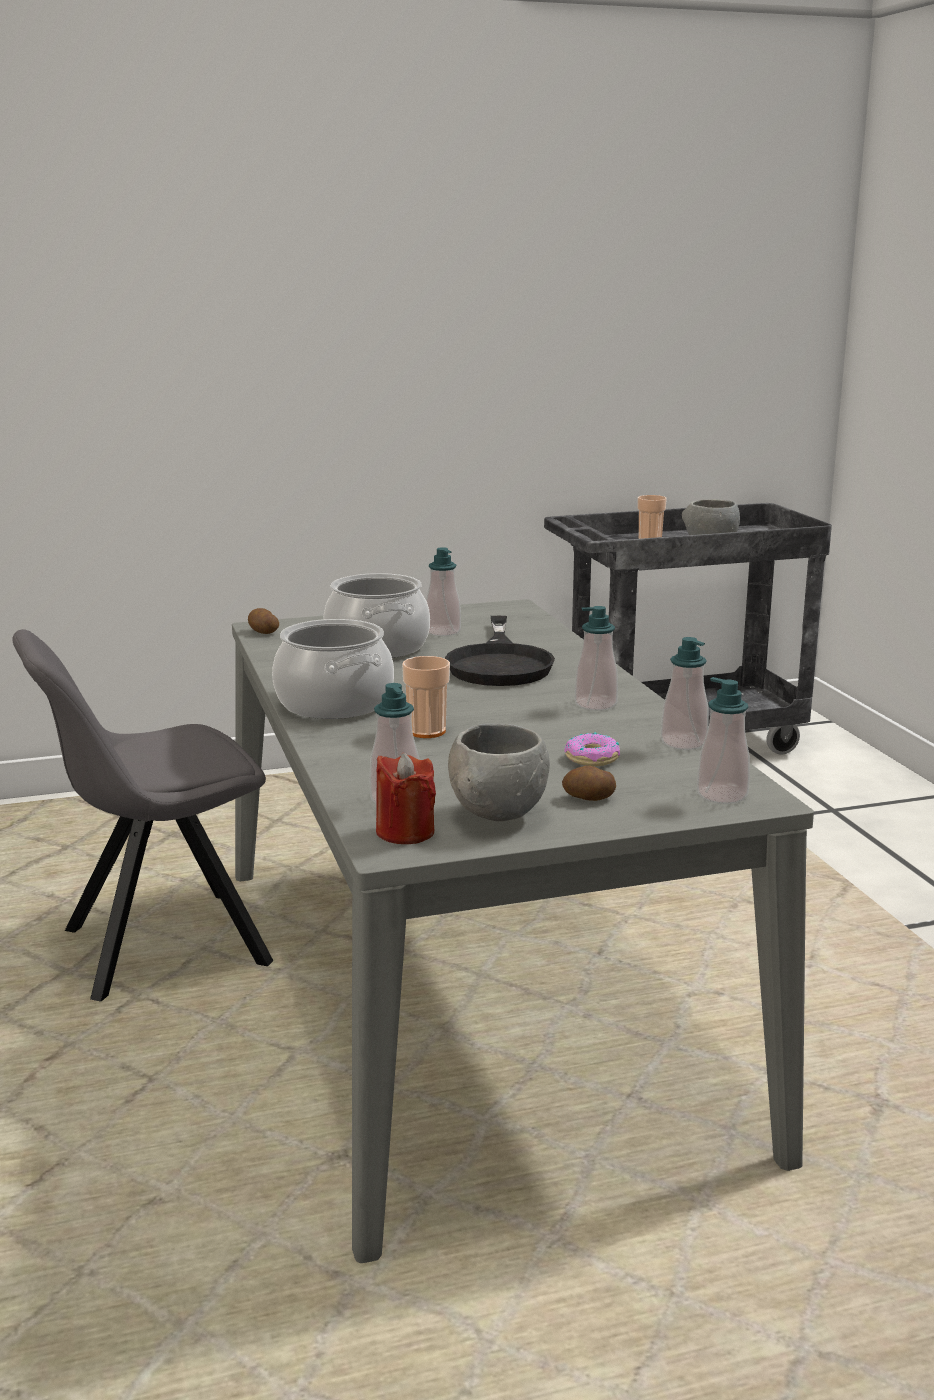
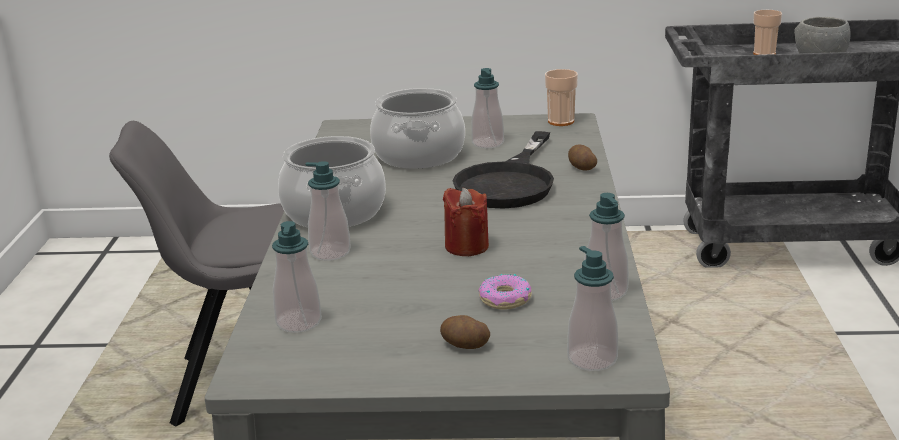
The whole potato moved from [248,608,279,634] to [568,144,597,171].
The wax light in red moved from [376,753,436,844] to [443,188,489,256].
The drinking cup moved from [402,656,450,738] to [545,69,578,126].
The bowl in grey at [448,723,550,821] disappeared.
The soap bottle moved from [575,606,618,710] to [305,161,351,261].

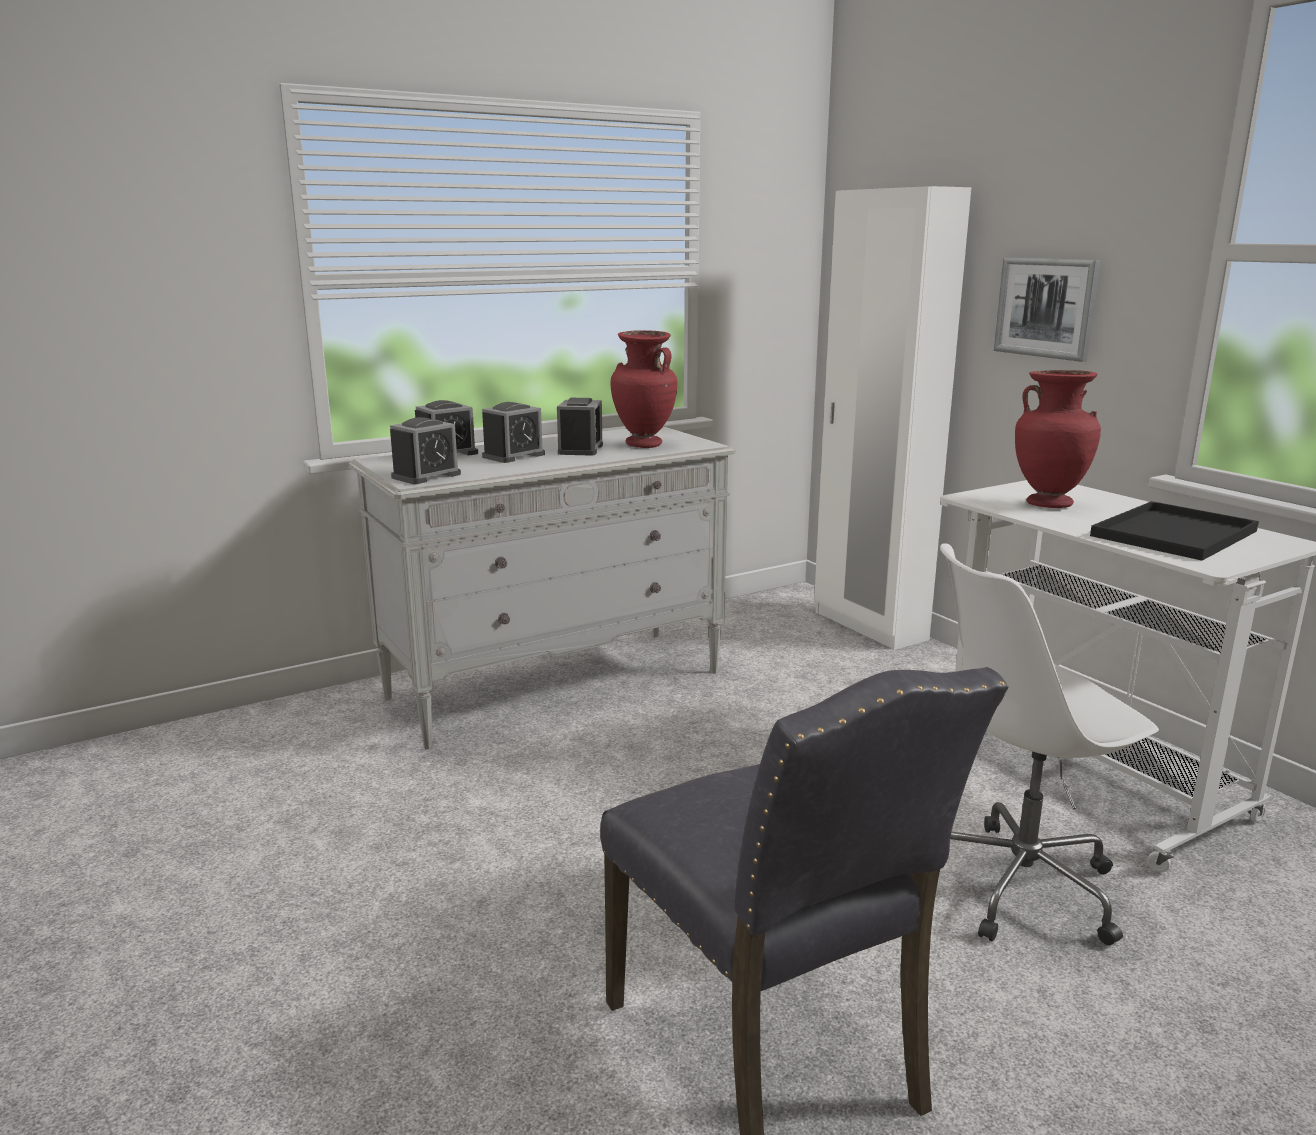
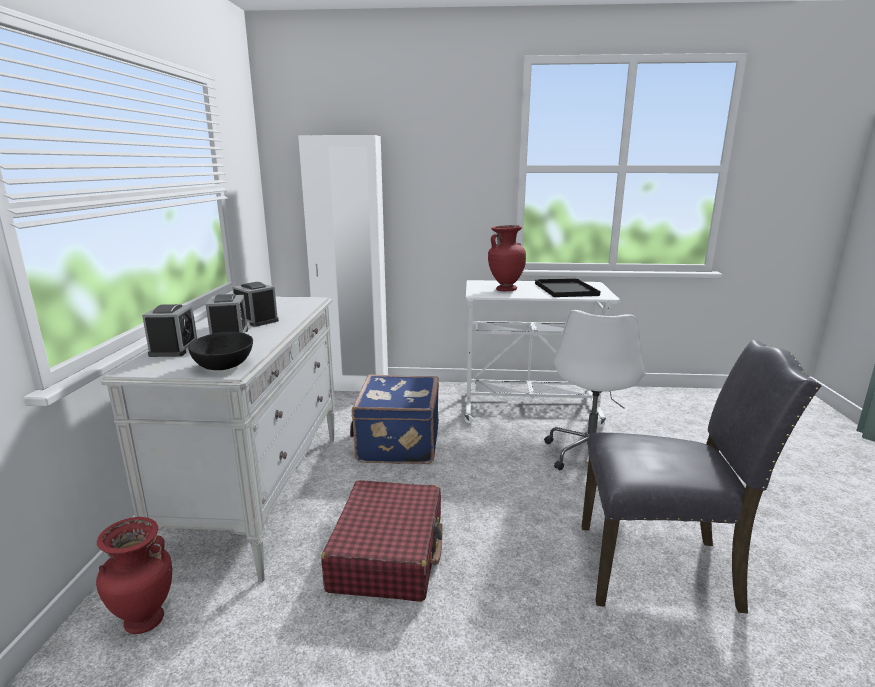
The table clock at [390,417,461,484] was replaced by the bowl in blackish at [188,332,253,370].
The vase in red moved from [610,330,677,448] to [96,517,172,634].
The picture at [994,257,1100,362] disappeared.
The piece of luggage in red at [321,480,443,602] appeared.
The piece of luggage in blue at [350,375,439,464] appeared.

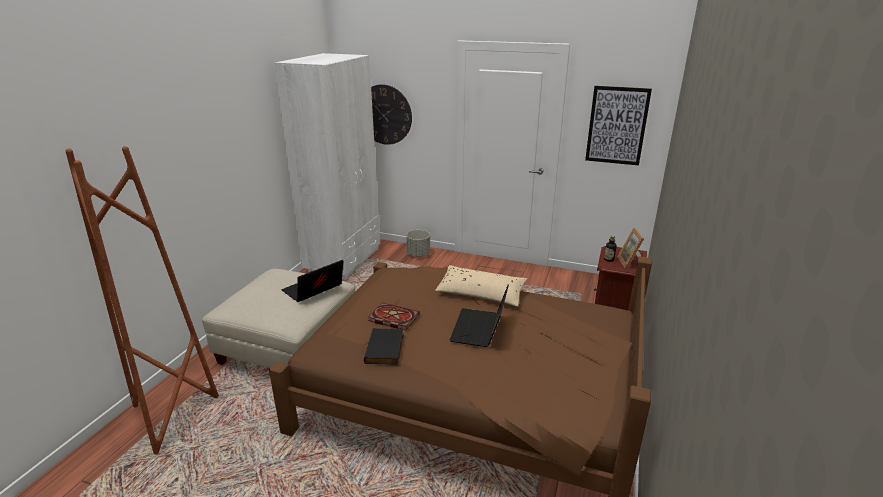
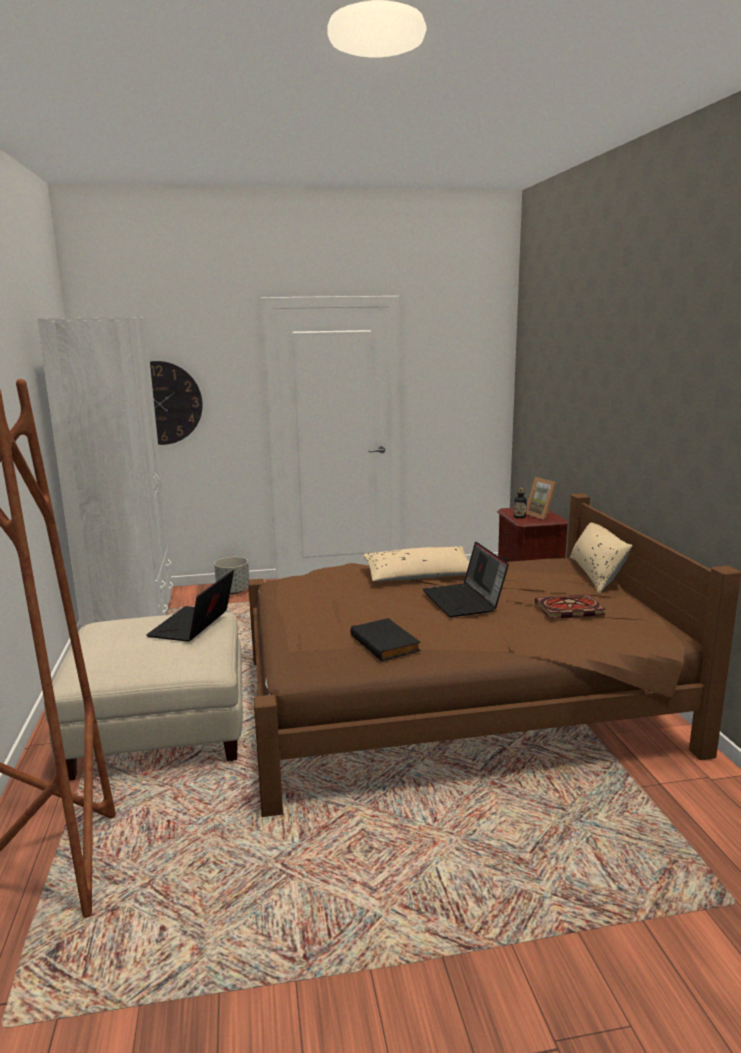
The book moved from [368,303,420,330] to [535,594,606,619].
The picture at [585,86,652,166] disappeared.
The pillow in sand-coloured at [570,522,633,594] appeared.

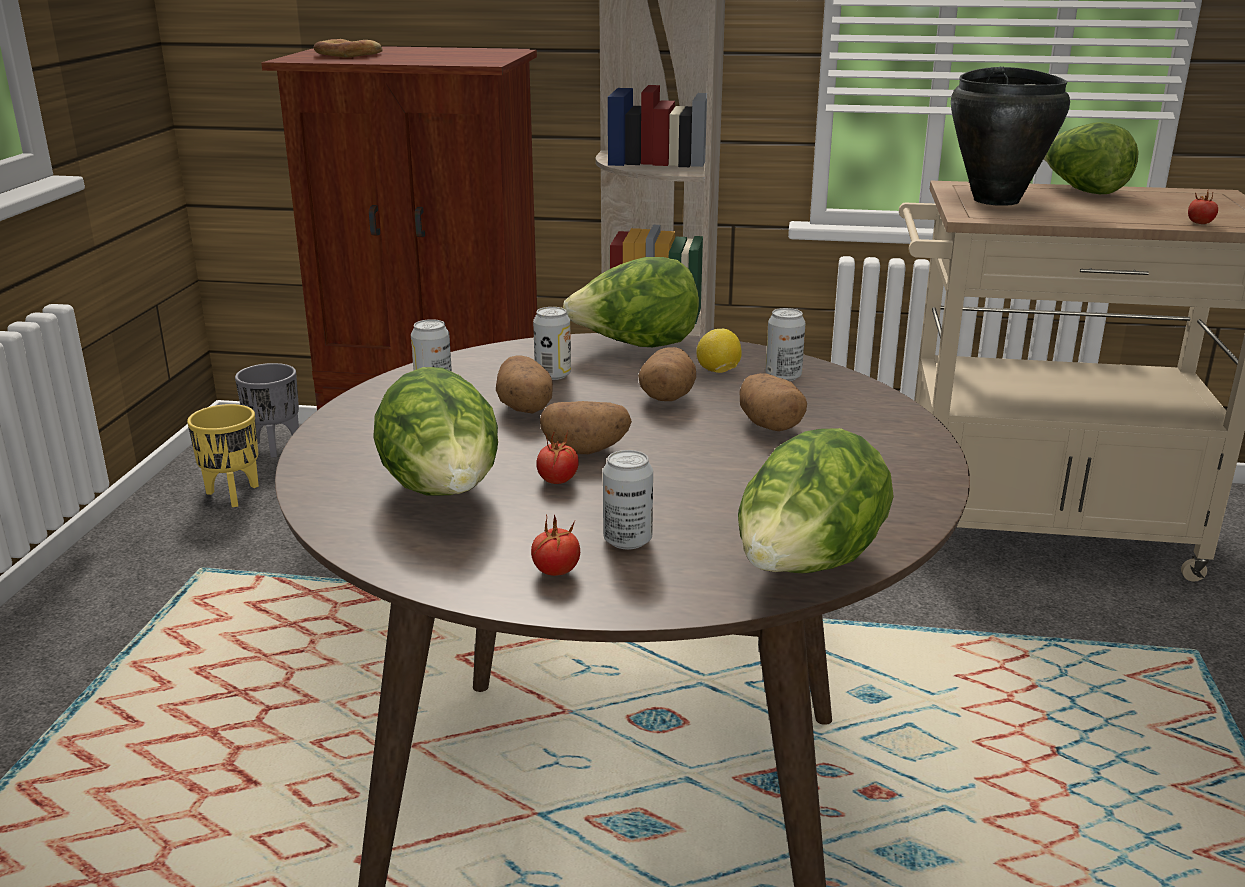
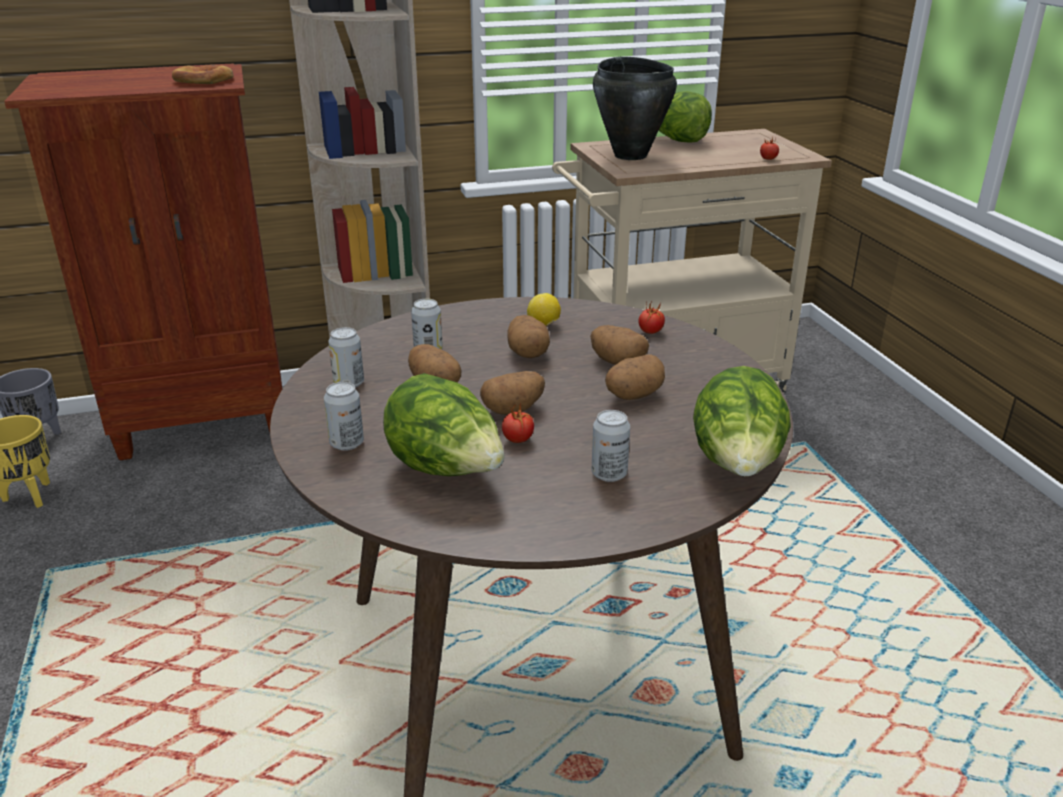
The bakery bread moved from [313,39,383,58] to [172,65,234,84].
The tomato moved from [531,514,580,576] to [638,301,665,334].
The lettuce head at [563,257,699,347] disappeared.
The can moved from [766,308,805,381] to [324,382,364,451].
The whole potato at [605,354,665,400] appeared.

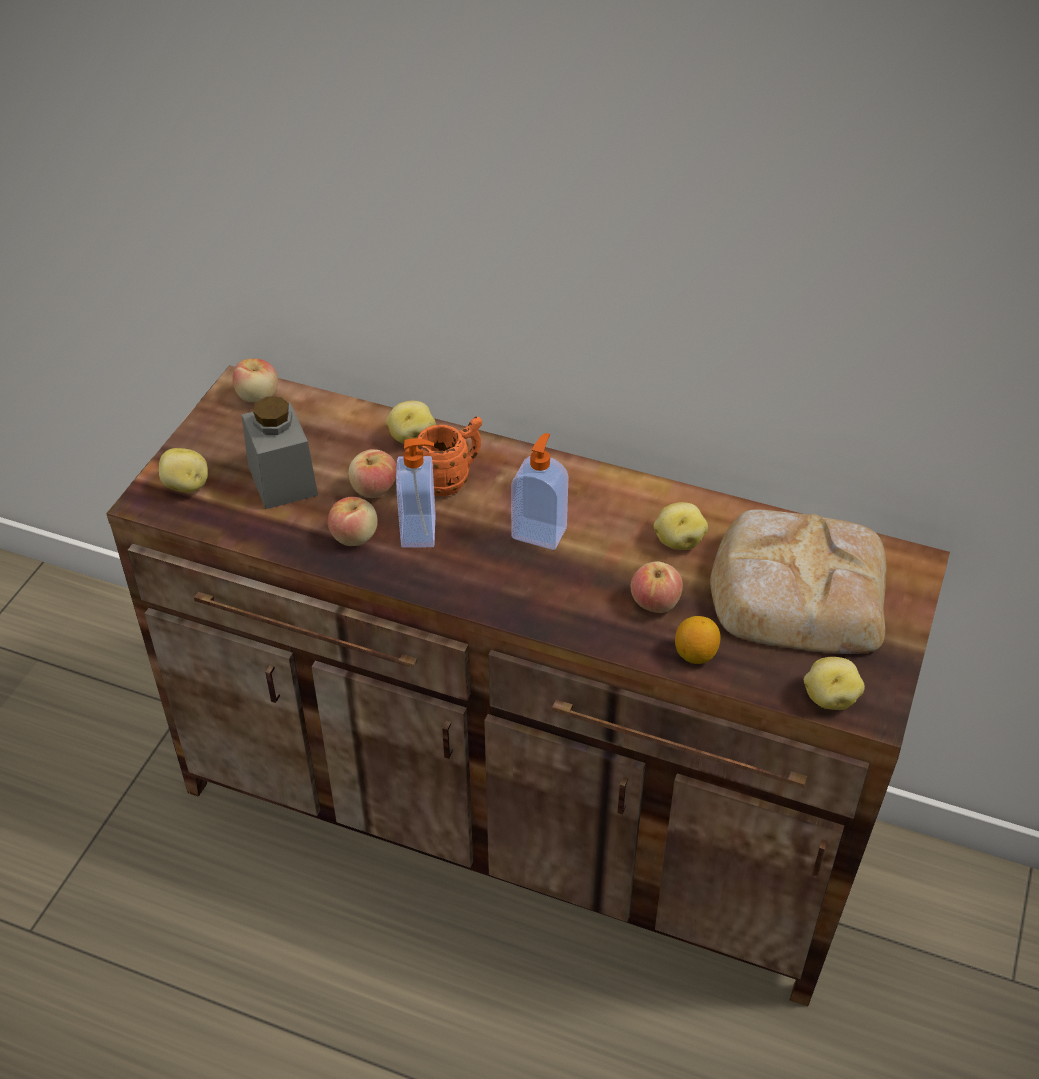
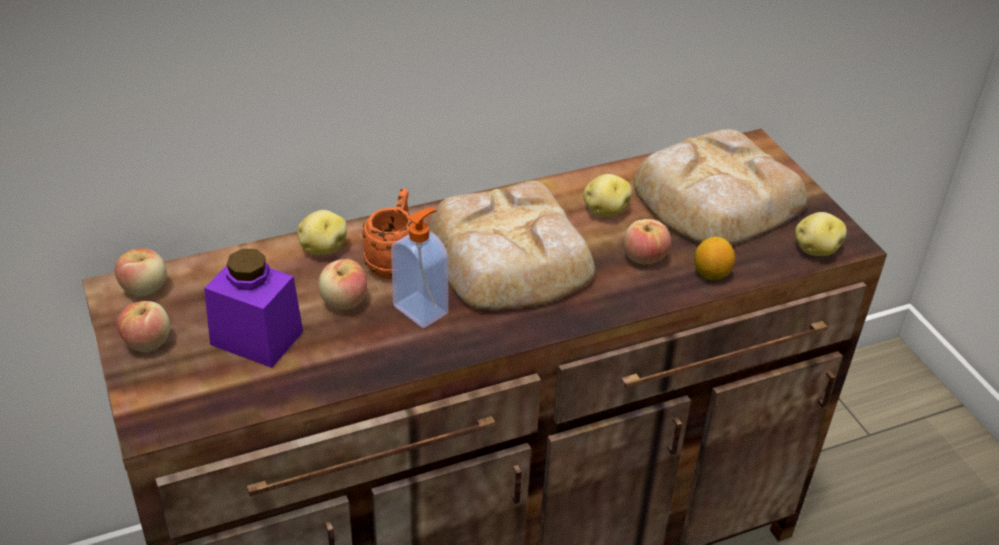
The whole potato at [159,448,208,493] disappeared.
The storage jar in grey at [241,397,318,509] became the storage jar in purplish at [204,249,303,368].
The apple moved from [328,497,378,546] to [117,301,170,352].
The soap bottle at [511,433,569,550] was replaced by the bakery bread at [429,181,595,310].

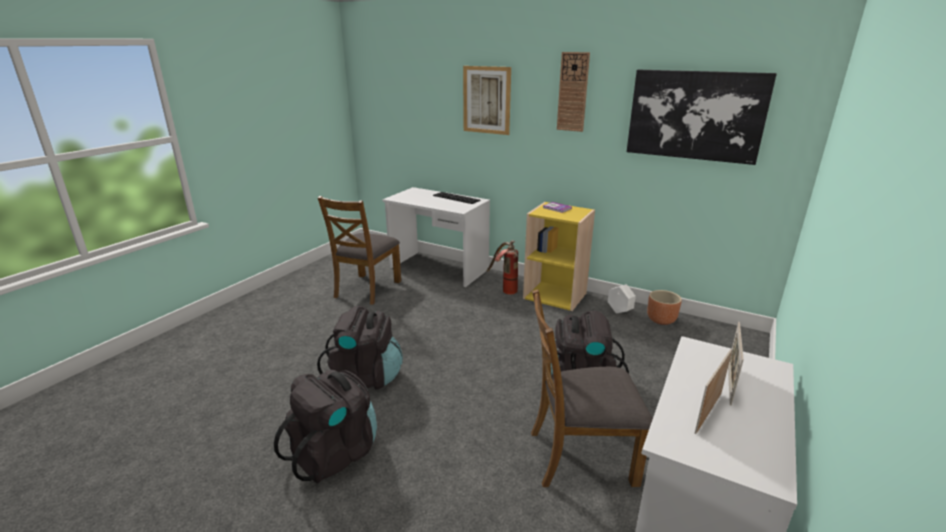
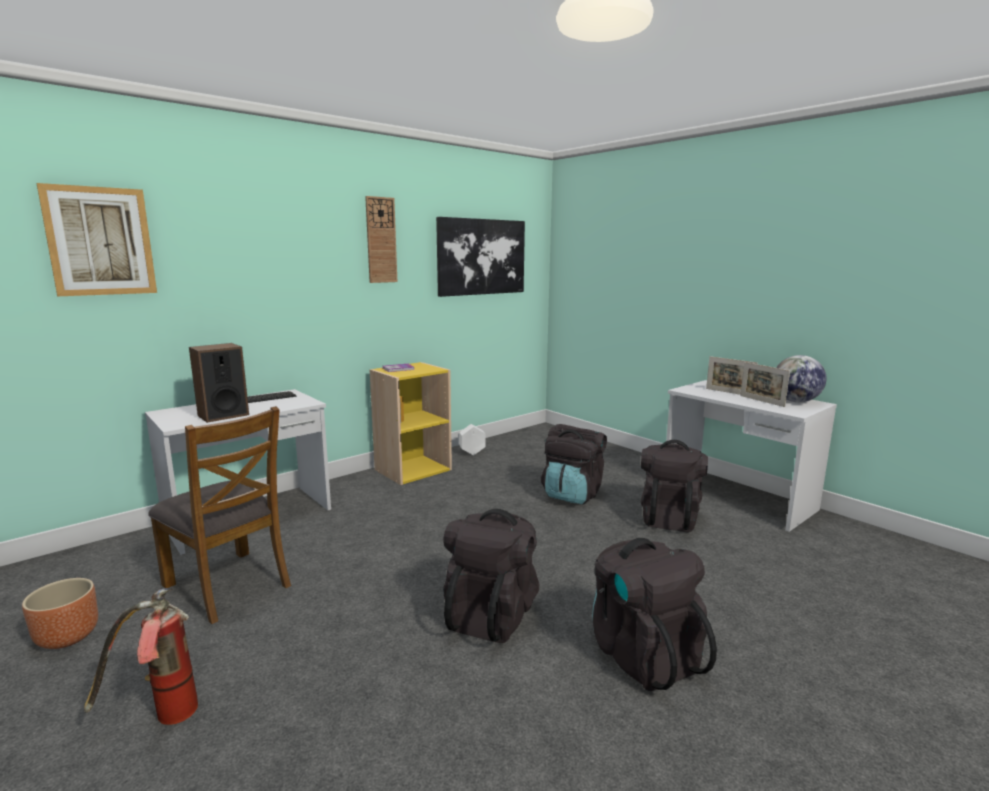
The picture moved from [463,66,511,135] to [37,183,157,296].
The fire extinguisher moved from [487,241,518,294] to [84,588,198,725].
The upright chair in brown at [531,289,653,487] was replaced by the rucksack in blackish at [641,440,708,532].
The plant pot in brown moved from [647,290,682,325] to [22,578,98,649].
The loudspeaker at [189,343,249,423] appeared.
The globe at [776,355,827,402] appeared.

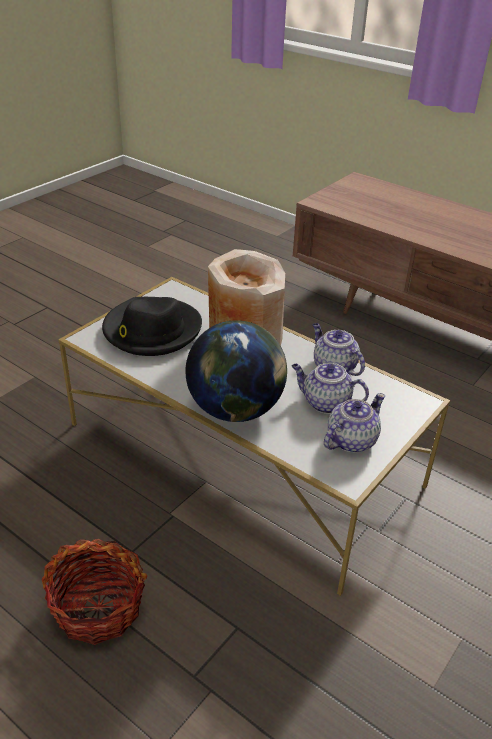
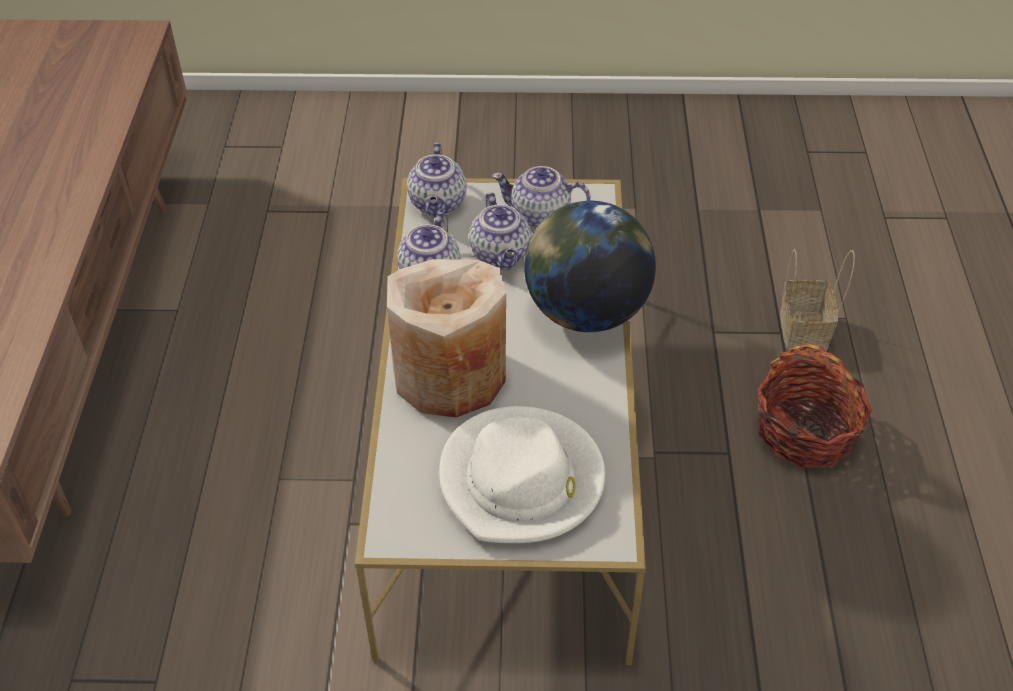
The hat in blackish at [102,297,202,356] became the hat in white at [439,406,605,543].
The tea pot at [407,143,467,218] appeared.
The storage basket at [780,249,855,351] appeared.

